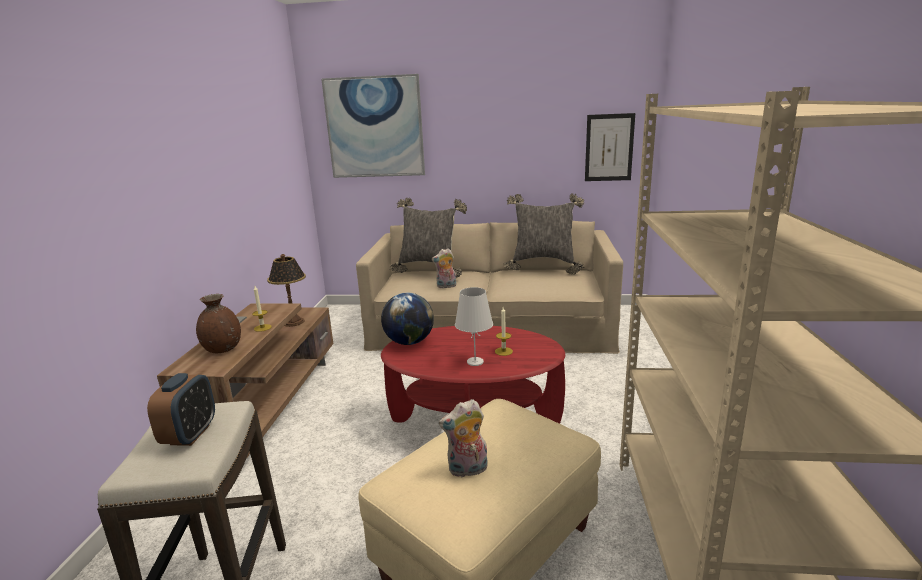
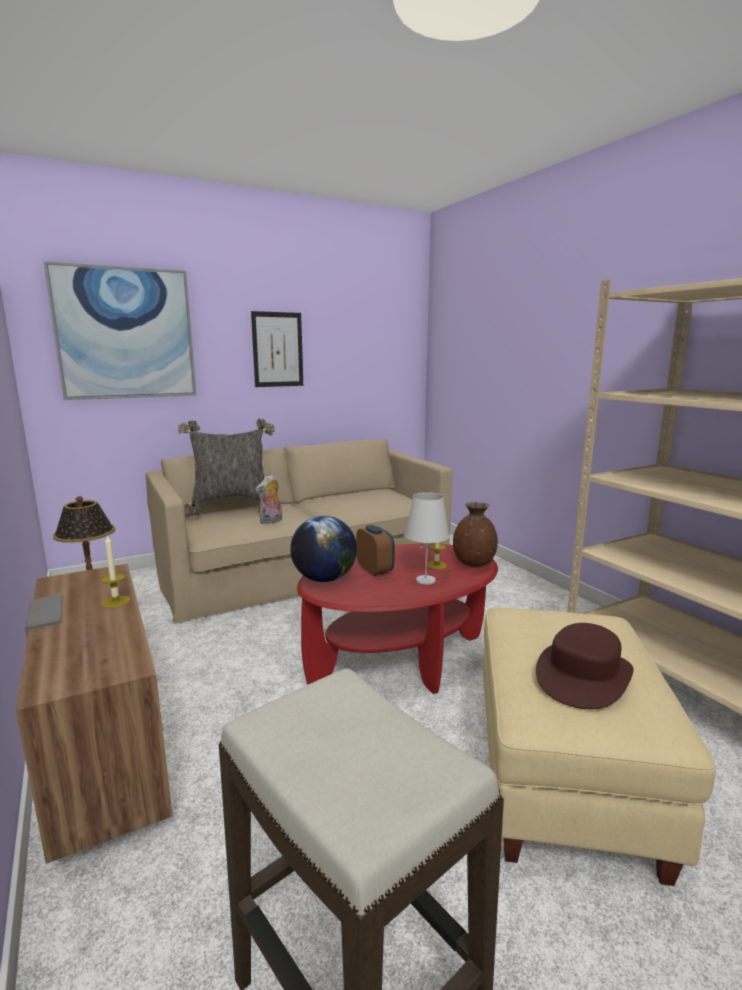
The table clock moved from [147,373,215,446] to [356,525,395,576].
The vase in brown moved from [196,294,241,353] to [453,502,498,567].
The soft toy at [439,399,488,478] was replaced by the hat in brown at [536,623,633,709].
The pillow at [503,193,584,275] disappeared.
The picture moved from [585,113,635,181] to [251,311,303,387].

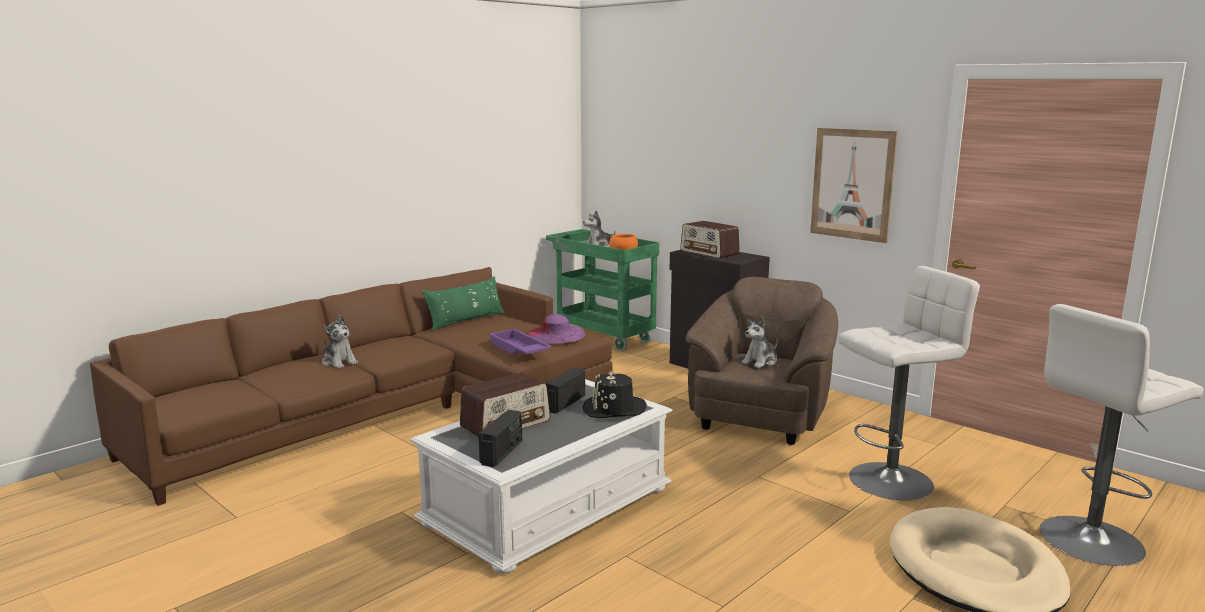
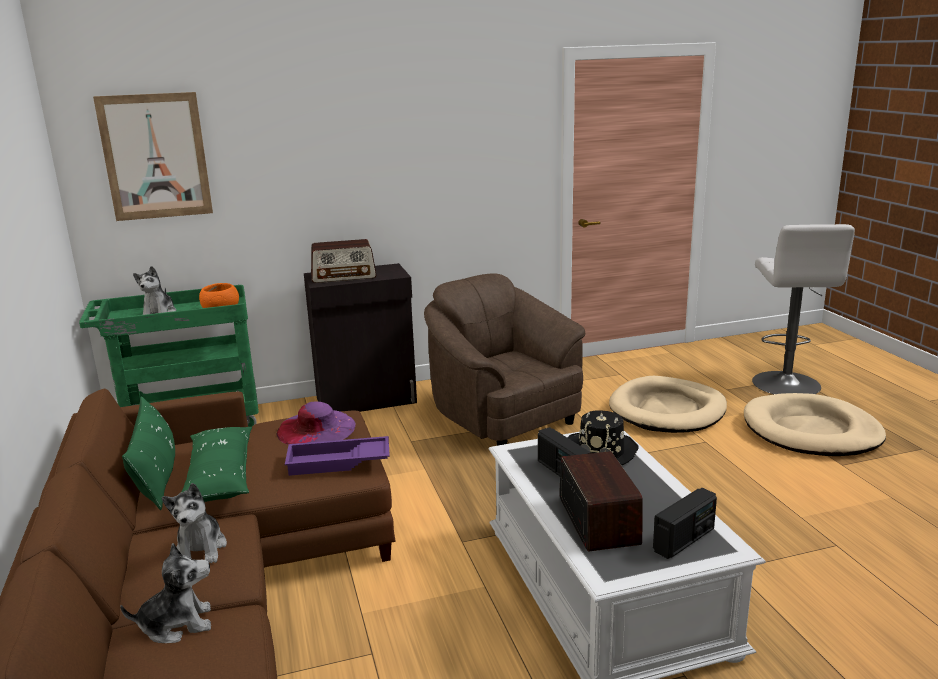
The radio at [478,410,522,467] turned 90 degrees clockwise.
The soft toy moved from [742,317,778,368] to [162,483,227,563].
The picture moved from [810,128,898,243] to [93,92,213,221].
The stool seat in white at [838,266,980,500] was replaced by the pet bed in sand-coloured at [609,376,727,433].
The pillow in green at [182,427,252,502] appeared.

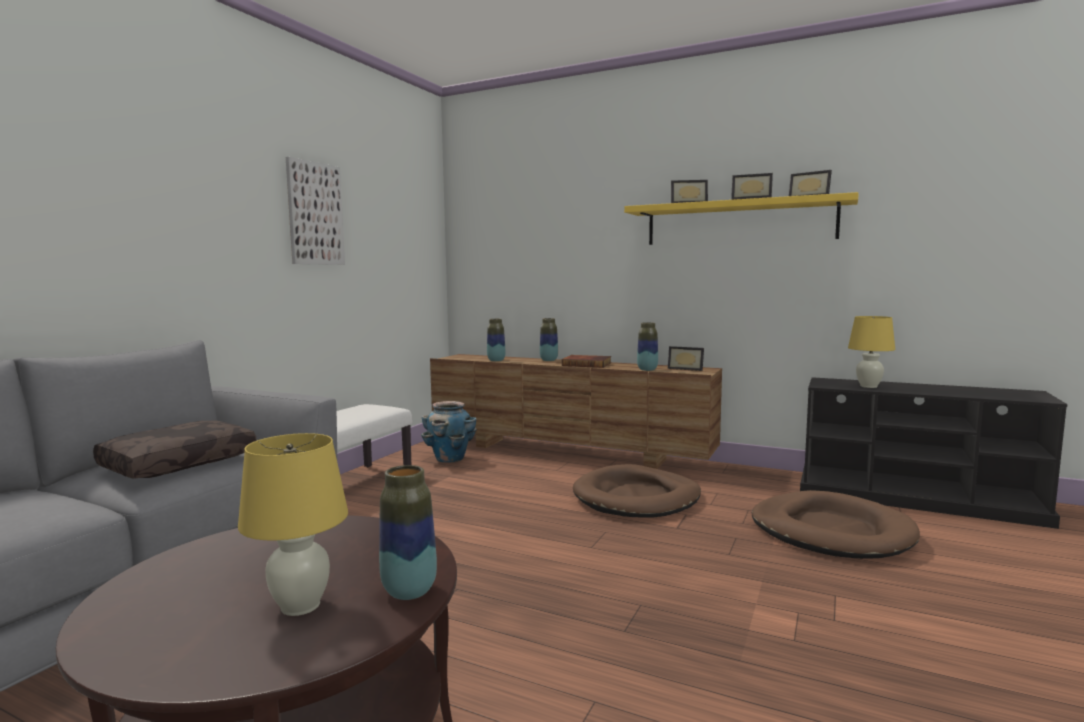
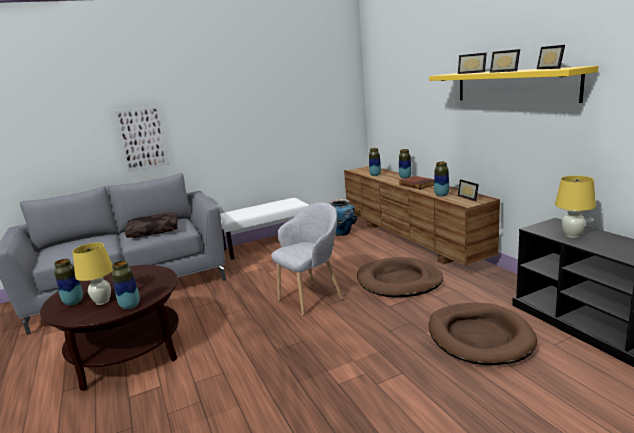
The picture moved from [286,157,345,265] to [115,106,169,171].
The vase at [54,259,83,305] appeared.
The armchair in grey at [271,203,344,316] appeared.

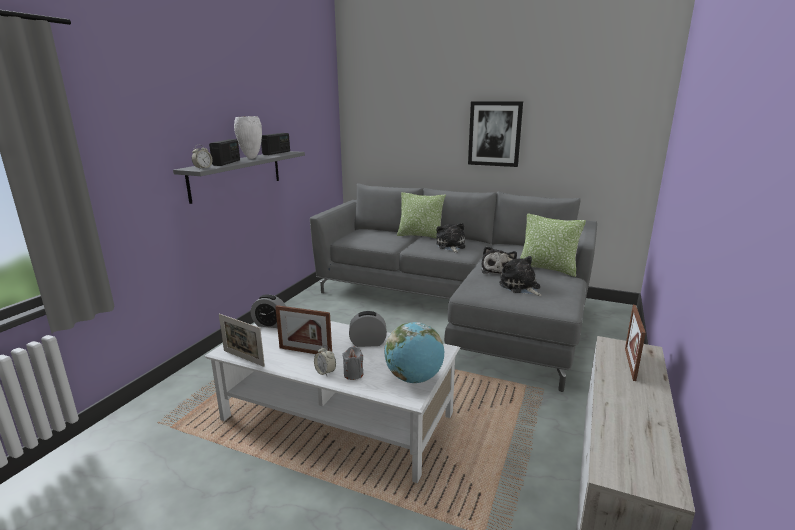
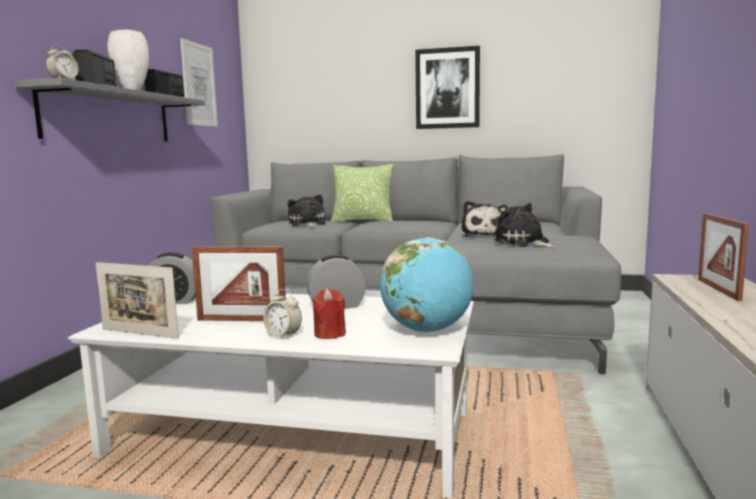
The wax light in grey at [342,346,364,380] became the wax light in red at [312,289,346,339].
The soft toy moved from [436,223,465,253] to [288,194,326,228].
The pillow at [520,213,586,277] disappeared.
The picture at [180,38,218,127] appeared.

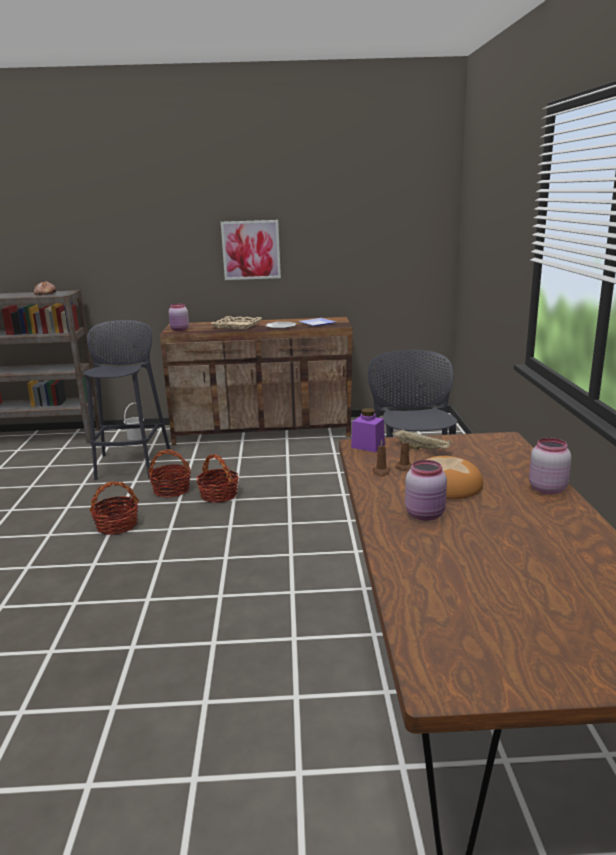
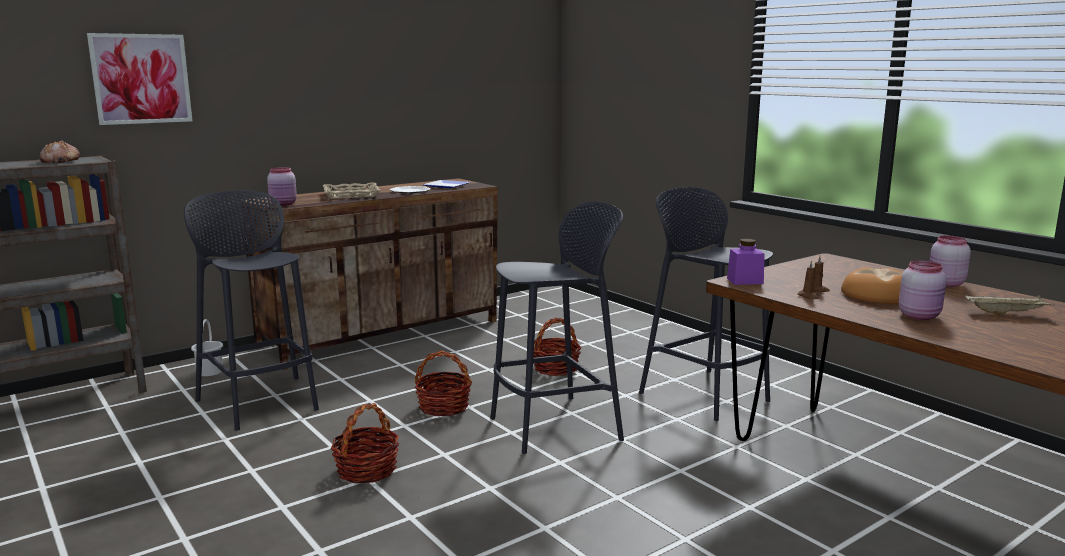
The storage basket moved from [148,449,191,498] to [533,318,582,376].
The picture moved from [221,220,281,280] to [87,33,192,125].
The tray in sand-coloured moved from [392,429,451,450] to [965,294,1055,315].
The stool seat in grey at [490,201,624,454] appeared.

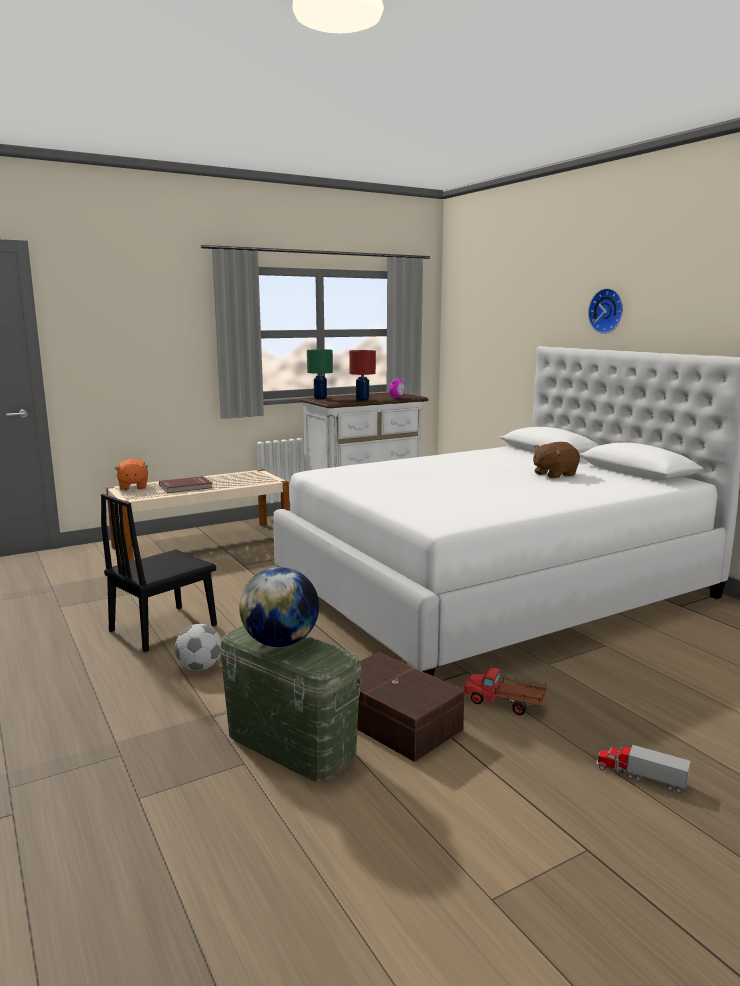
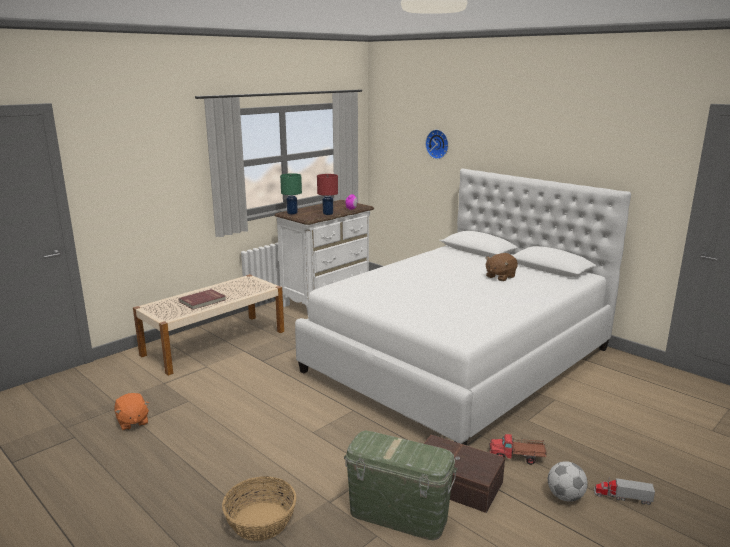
The upright chair in blackish at [101,494,217,652] disappeared.
The soft toy in orange moved from [114,459,148,490] to [114,393,149,430].
The football ball moved from [175,624,222,671] to [548,461,588,502].
The globe at [239,567,319,647] disappeared.
The hanging clock moved from [588,288,623,334] to [425,129,449,159].
The storage basket at [222,476,297,541] appeared.

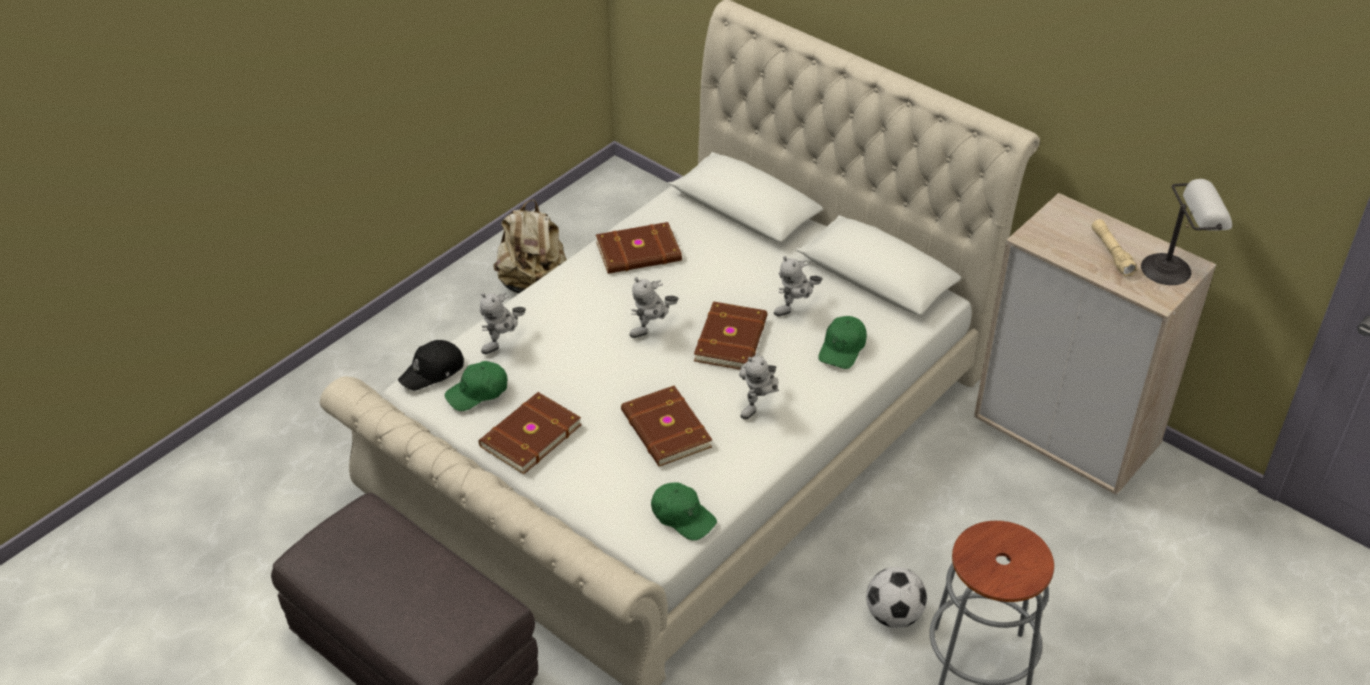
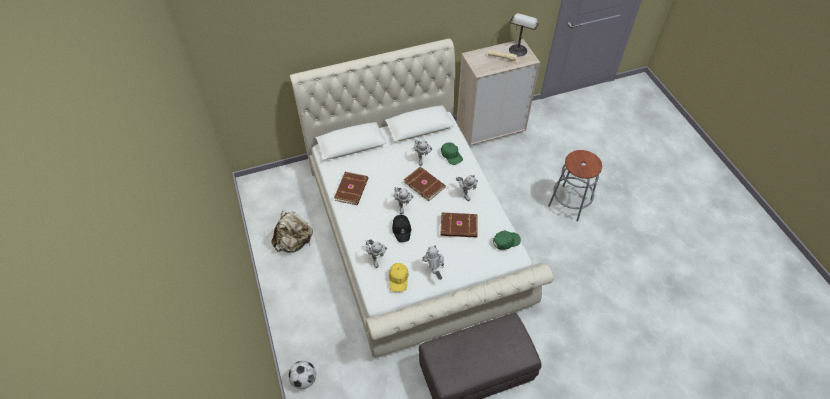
The peaked cap in blackish moved from [398,340,464,391] to [392,215,411,242].
The peaked cap in green at [445,361,507,411] became the peaked cap in yellow-coloured at [389,263,409,292].
The book in brown at [479,392,581,474] was replaced by the robot figure at [422,245,444,280].
The football ball moved from [866,567,927,628] to [288,361,316,389].

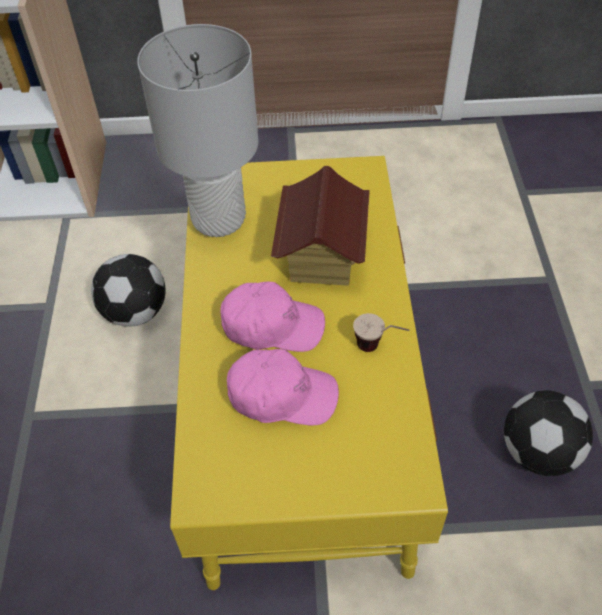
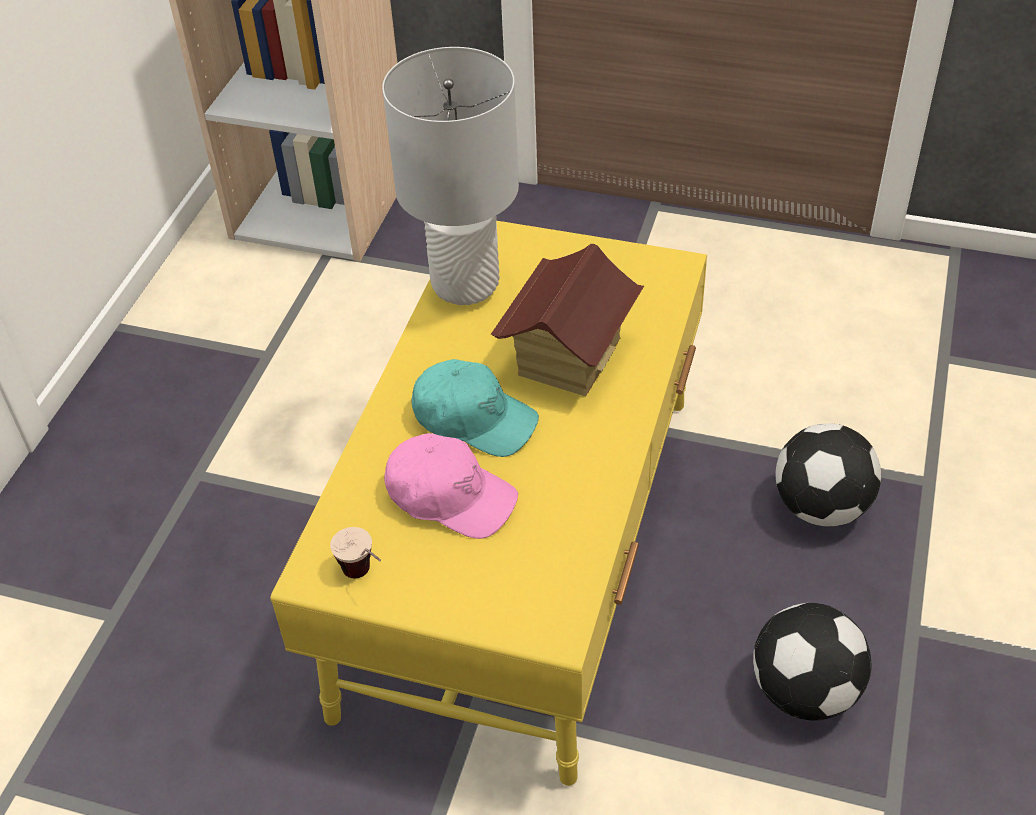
The football ball moved from [91,254,165,327] to [776,423,881,527].
The peaked cap in pink at [220,281,325,352] became the peaked cap in blue-green at [411,359,539,457].
The drinking cup moved from [353,313,409,352] to [330,527,381,578].

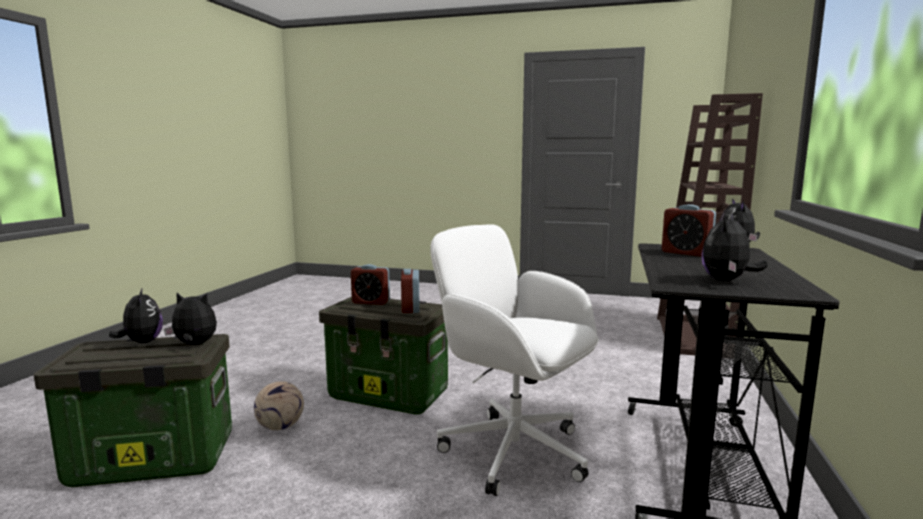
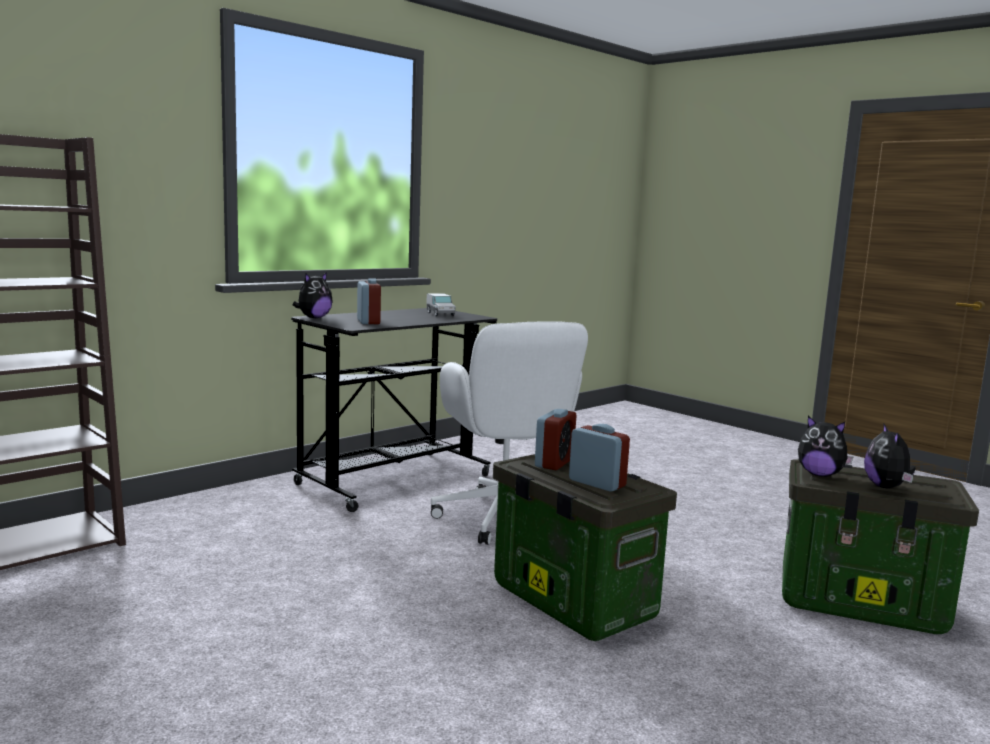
The football ball at [254,381,304,430] disappeared.
The soft toy at [701,214,767,281] was replaced by the toy lorry at [426,293,456,316].

